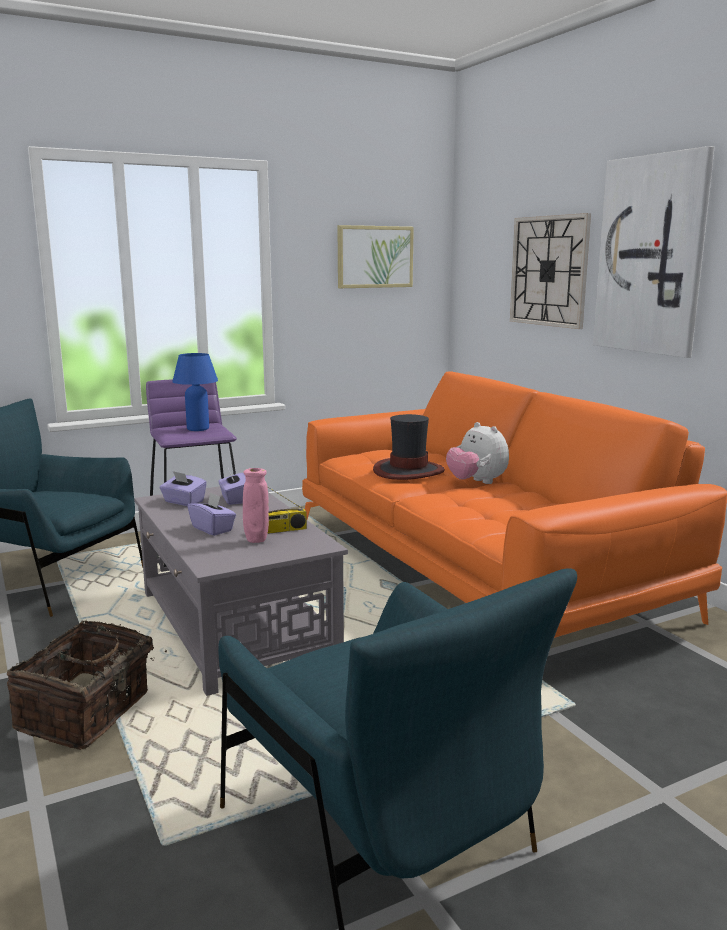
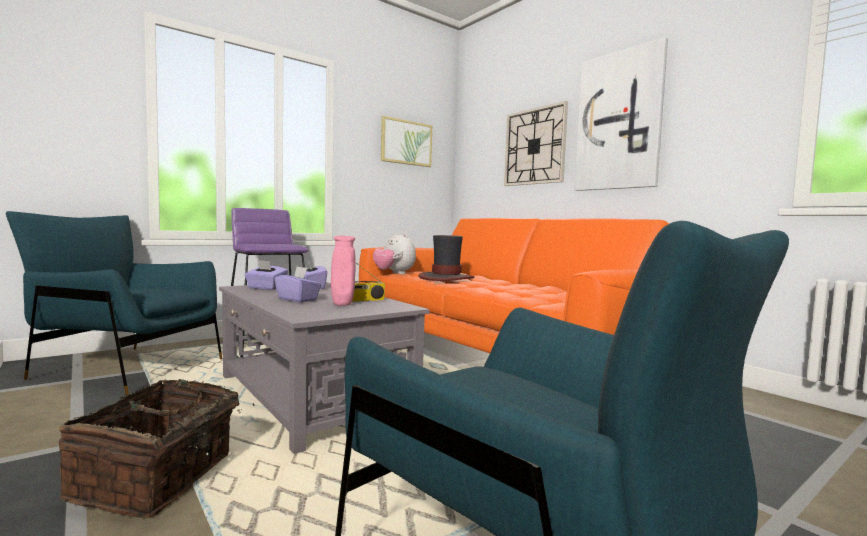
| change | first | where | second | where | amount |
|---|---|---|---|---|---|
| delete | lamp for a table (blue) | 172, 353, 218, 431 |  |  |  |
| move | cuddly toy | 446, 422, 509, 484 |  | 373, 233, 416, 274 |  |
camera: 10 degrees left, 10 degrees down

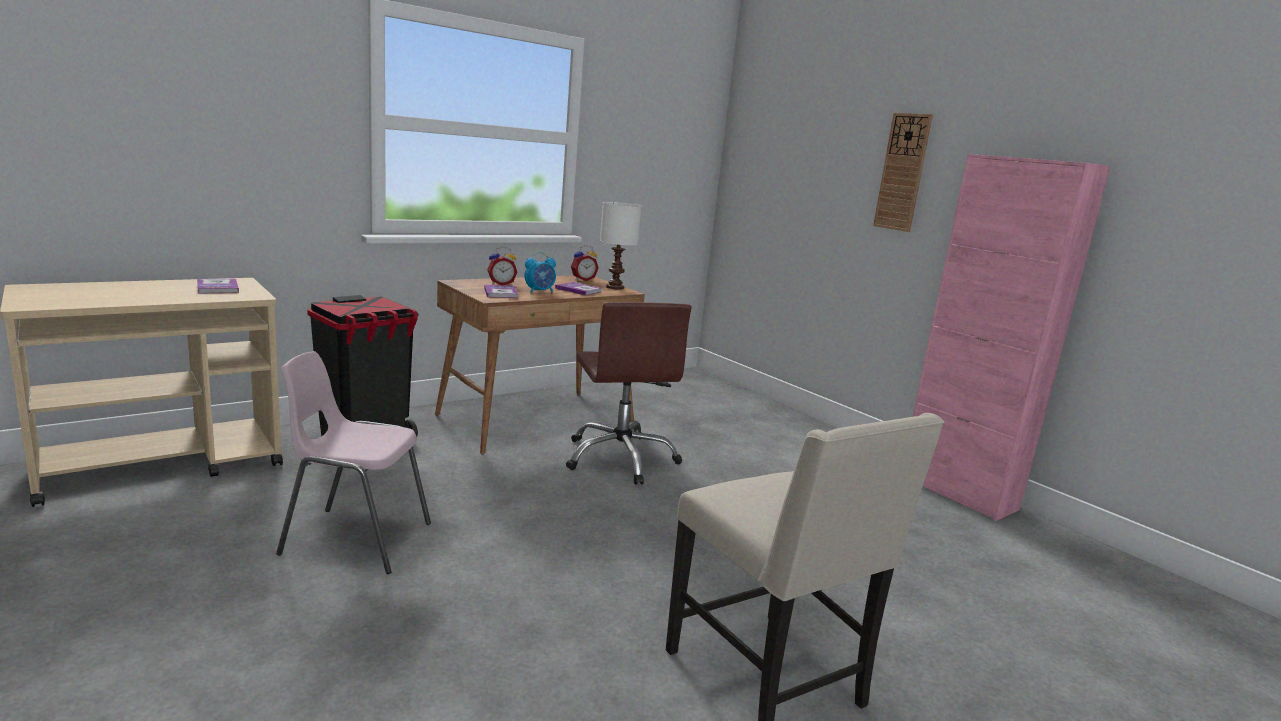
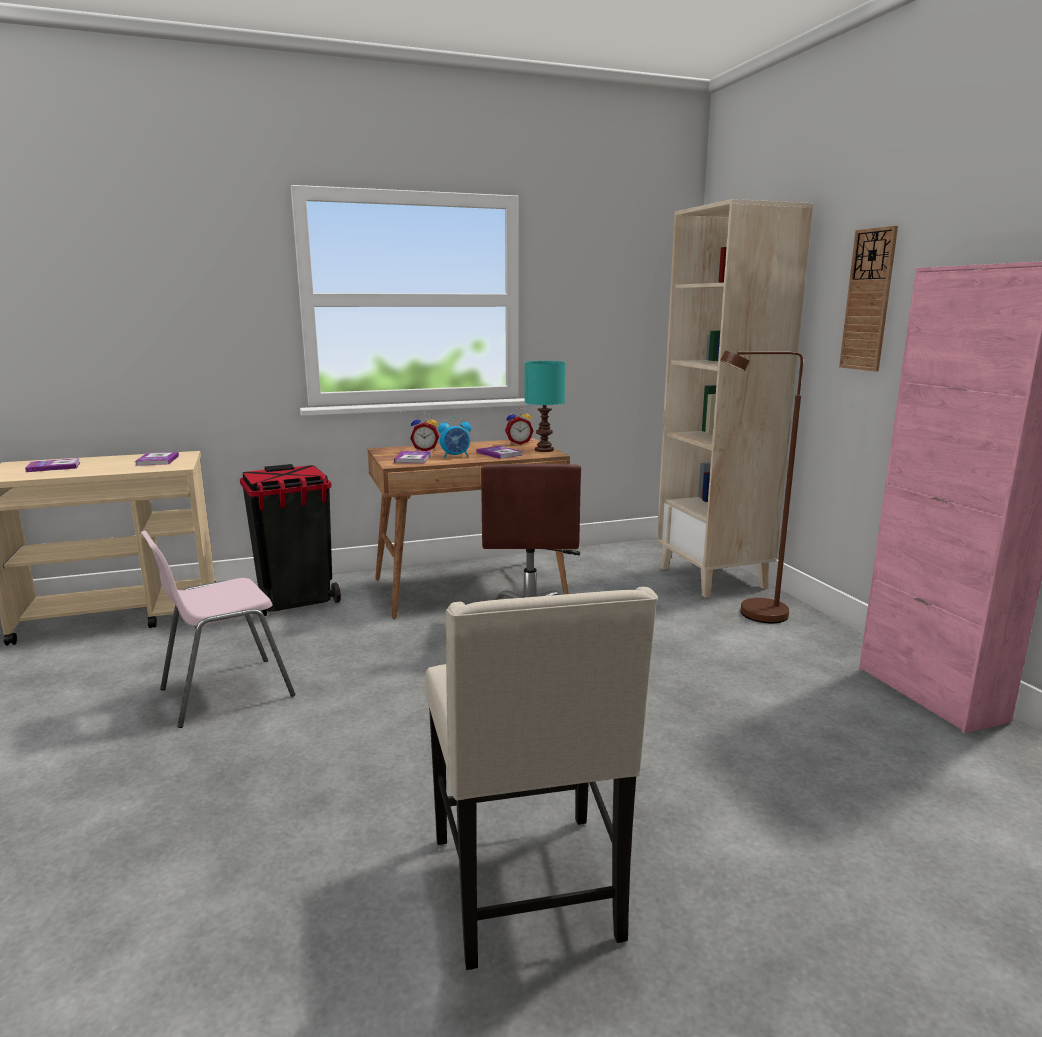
| change | first | where | second | where | amount |
|---|---|---|---|---|---|
| recolor | lamp for a table (white) | 600, 202, 641, 290 | lamp for a table (turquoise-coloured) | 525, 361, 565, 452 |  |
| rotate | plain chair (pinkish) | 276, 351, 431, 574 |  | 141, 531, 295, 728 | 60 degrees counterclockwise |
| insert |  |  | bookshelf (sand-coloured) | 657, 199, 813, 598 |  |
| insert |  |  | standard lamp (brown) | 720, 350, 803, 623 |  |
| insert |  |  | volume | 25, 458, 81, 472 |  |
camera: 20 degrees right, 0 degrees up

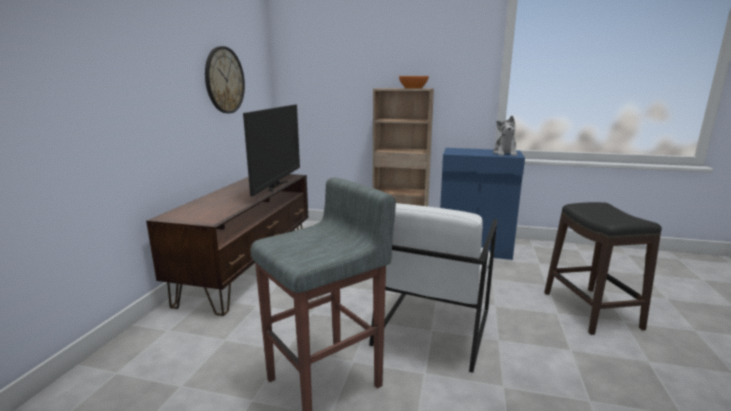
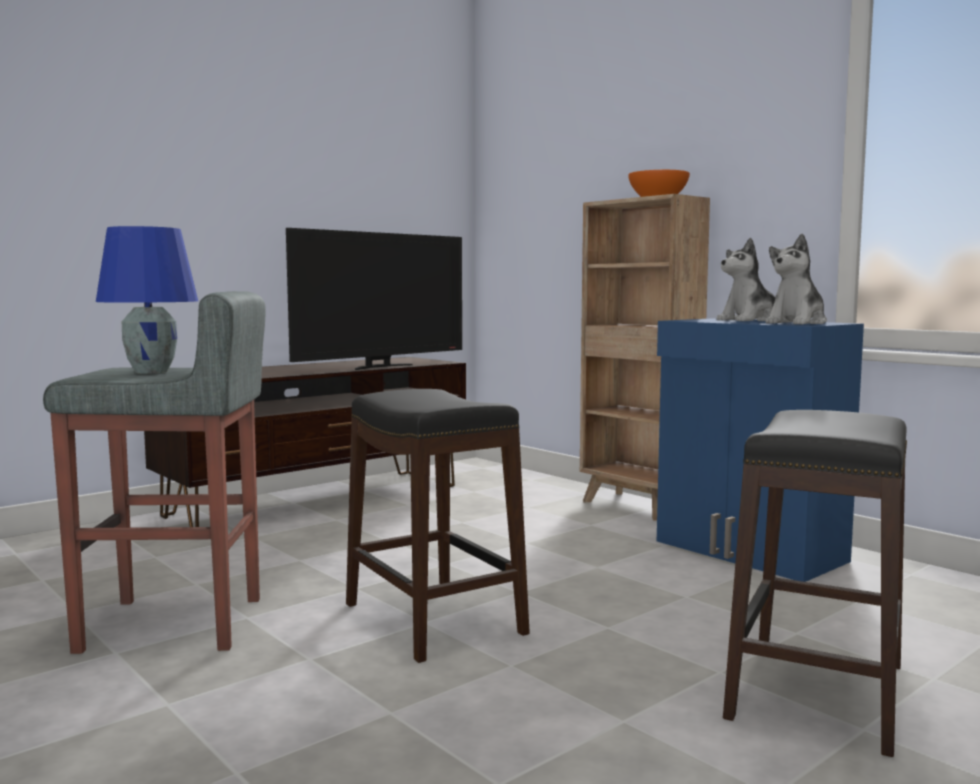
| change | first | where | second | where | amount |
|---|---|---|---|---|---|
| delete | wall clock | 205, 46, 245, 113 |  |  |  |
| replace | easy chair (white) | 369, 203, 497, 373 | stool (black) | 346, 389, 530, 663 |  |
| insert |  |  | lamp for a table (blue) | 96, 226, 198, 374 |  |
| insert |  |  | cuddly toy | 716, 238, 777, 321 |  |
camera: 35 degrees right, 10 degrees down

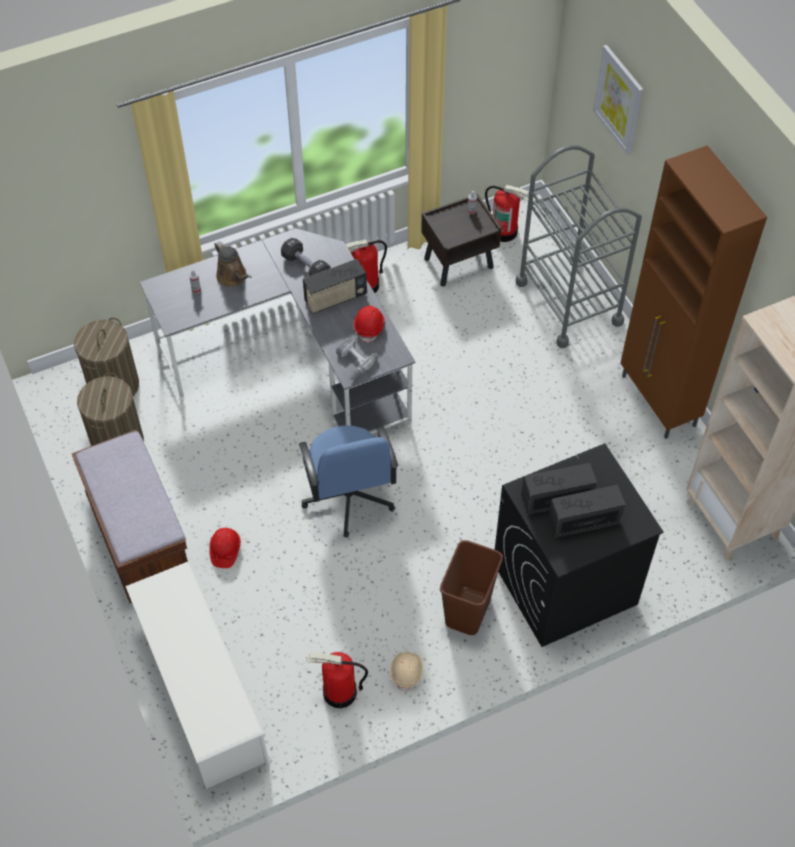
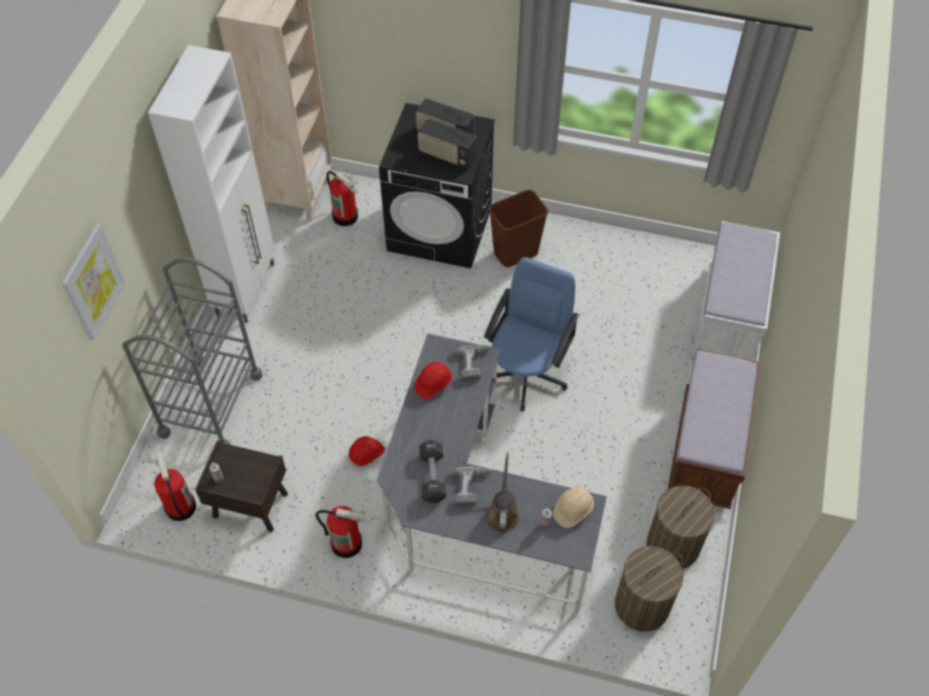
| change | first | where | second | where | amount |
|---|---|---|---|---|---|
| recolor | cupboard (brown) | 620, 145, 767, 439 | cupboard (white) | 148, 45, 275, 323 |  |
| delete | radio set | 303, 259, 367, 314 |  |  |  |
| move | work helmet (red-coloured) | 209, 528, 241, 568 |  | 349, 436, 385, 467 |  |
| replace | shoe stand (white) | 125, 561, 269, 789 | bench (white) | 694, 221, 780, 361 |  |
| move | extinguisher | 306, 652, 368, 708 |  | 326, 171, 358, 226 |  |
| move | work helmet (sand-coloured) | 390, 652, 423, 692 |  | 553, 487, 594, 528 |  |
| insert |  |  | power drill | 450, 467, 492, 507 |  |
camera: 140 degrees left, 0 degrees up

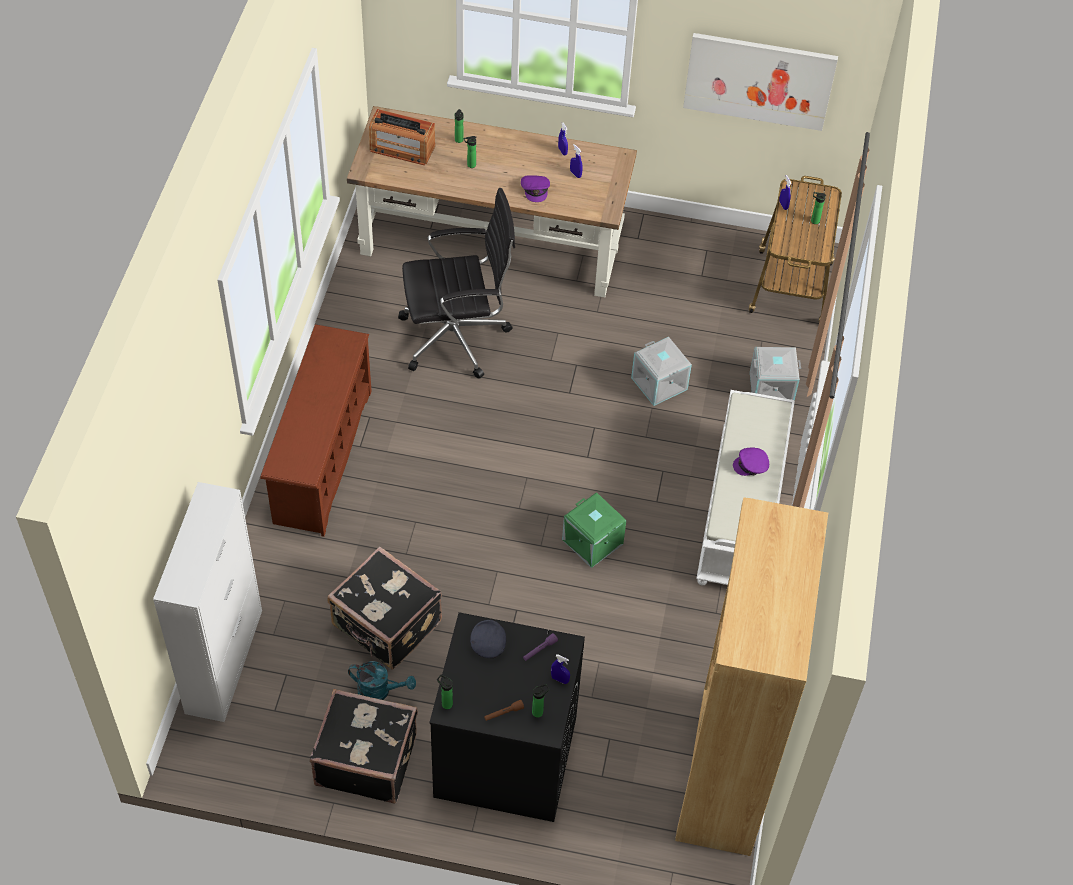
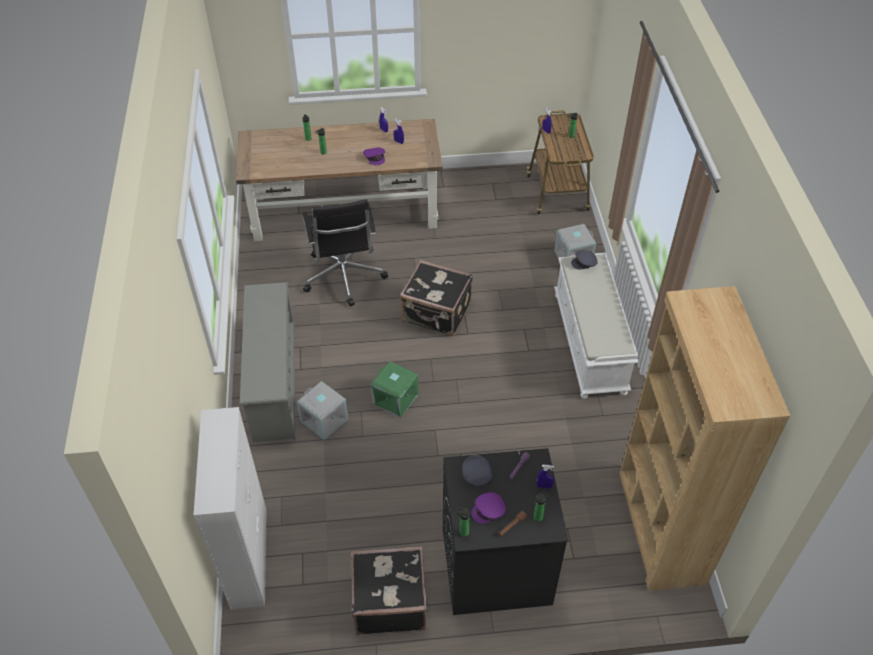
| change | first | where | second | where | amount |
|---|---|---|---|---|---|
| delete | wall picture | 683, 33, 838, 131 |  |  |  |
| delete | radio set | 369, 109, 435, 165 |  |  |  |
| rotate | desk chair (black) | 398, 188, 515, 379 |  | 302, 199, 388, 306 | 105 degrees clockwise |
| recolor | shoe stand (brown) | 260, 324, 372, 537 | shoe stand (grey) | 240, 282, 296, 442 |  |
| move | storage container (grey) | 631, 337, 692, 406 |  | 297, 381, 348, 440 |  |
| move | baseball cap (purplish) | 733, 447, 769, 476 |  | 471, 492, 506, 524 |  |
| move | storage container (greenish) | 562, 492, 626, 568 |  | 371, 361, 418, 418 |  |
| move | piece of luggage (black) | 327, 546, 442, 670 |  | 400, 260, 473, 336 |  |
| delete | sprinkling can (turquoise-coloured) | 348, 661, 416, 700 |  |  |  |
| insert |  |  | baseball cap (grey) | 571, 250, 598, 270 |  |
camera: 15 degrees left, 5 degrees down

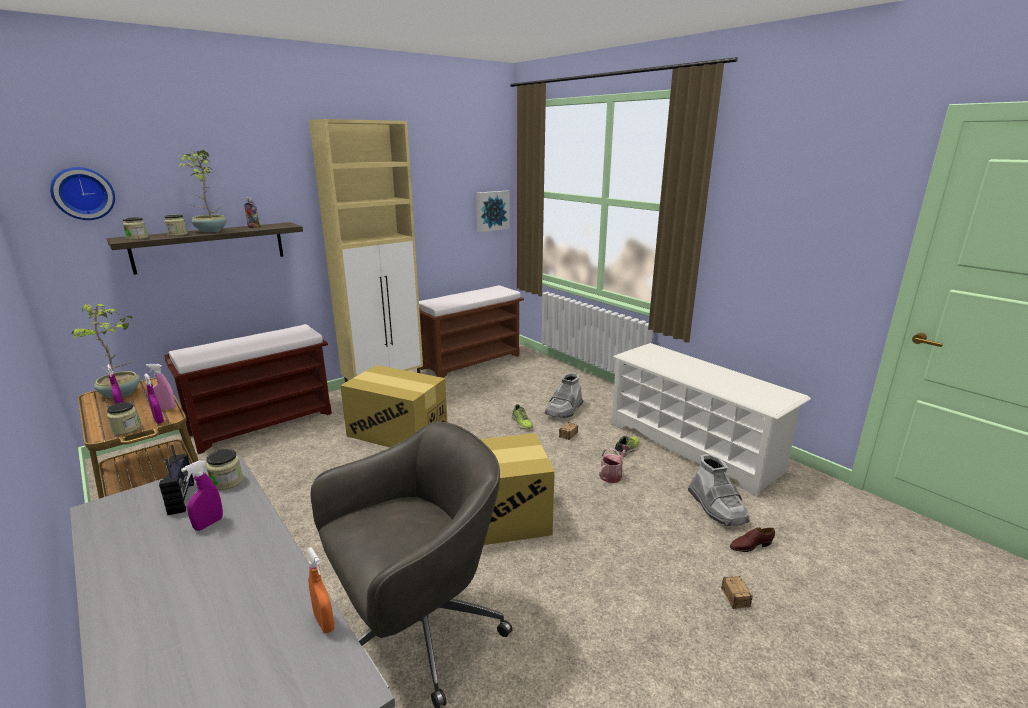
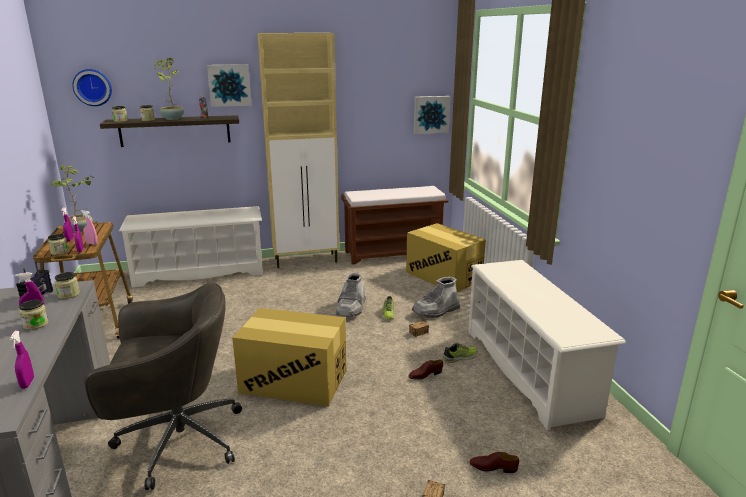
| change | first | where | second | where | amount |
|---|---|---|---|---|---|
| replace | bench (brown) | 164, 324, 332, 454 | shoe stand (white) | 118, 206, 263, 288 |  |
| move | packing box | 340, 365, 447, 447 |  | 406, 223, 486, 292 |  |
| replace | sprinkling can | 599, 444, 631, 483 | item of footwear (brown) | 408, 359, 443, 380 |  |
| move | tall boot (grey) | 688, 454, 750, 526 |  | 336, 272, 366, 317 |  |
| recolor | spray bottle (orangey) | 307, 547, 335, 633 | spray bottle (purplish) | 10, 331, 34, 389 |  |
| insert |  |  | wall picture | 207, 64, 252, 107 |  |
| insert |  |  | storage jar | 19, 299, 49, 330 |  |
camera: 25 degrees right, 0 degrees up

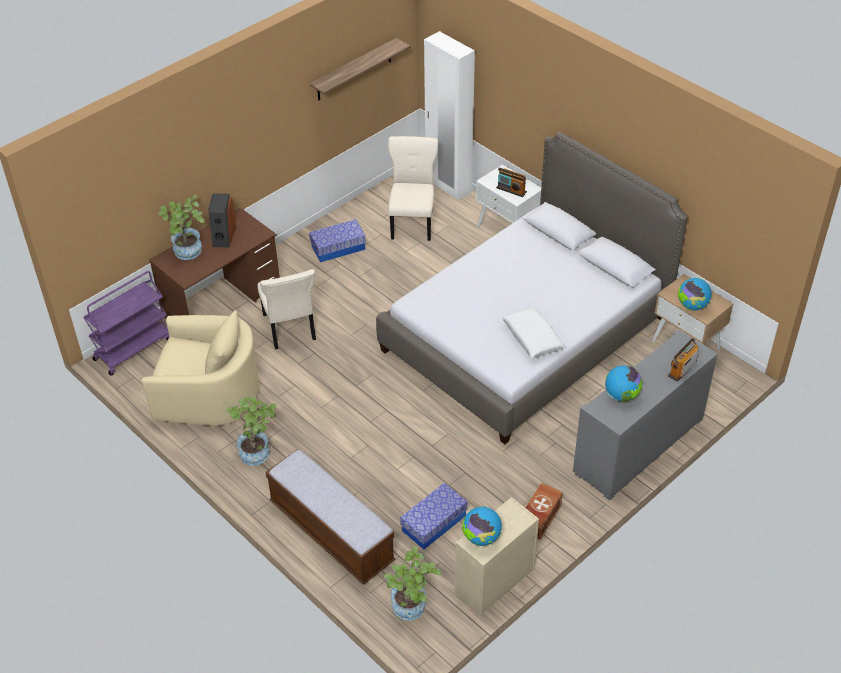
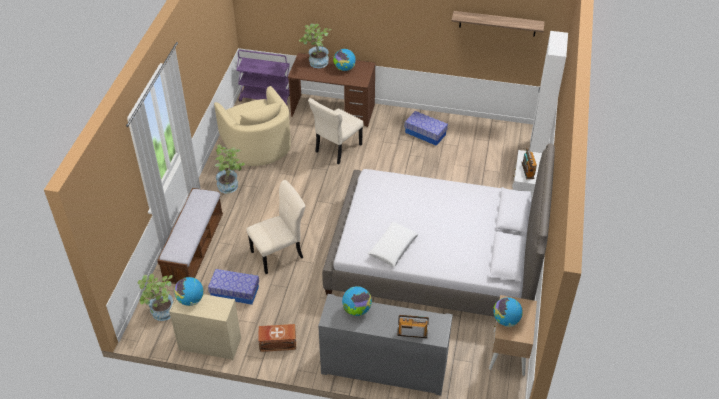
| change | first | where | second | where | amount |
|---|---|---|---|---|---|
| move | plain chair (sand-coloured) | 388, 136, 438, 241 |  | 247, 180, 305, 274 |  |
| replace | loudspeaker | 208, 194, 236, 247 | world globe | 333, 49, 356, 71 |  |
camera: 55 degrees right, 0 degrees up

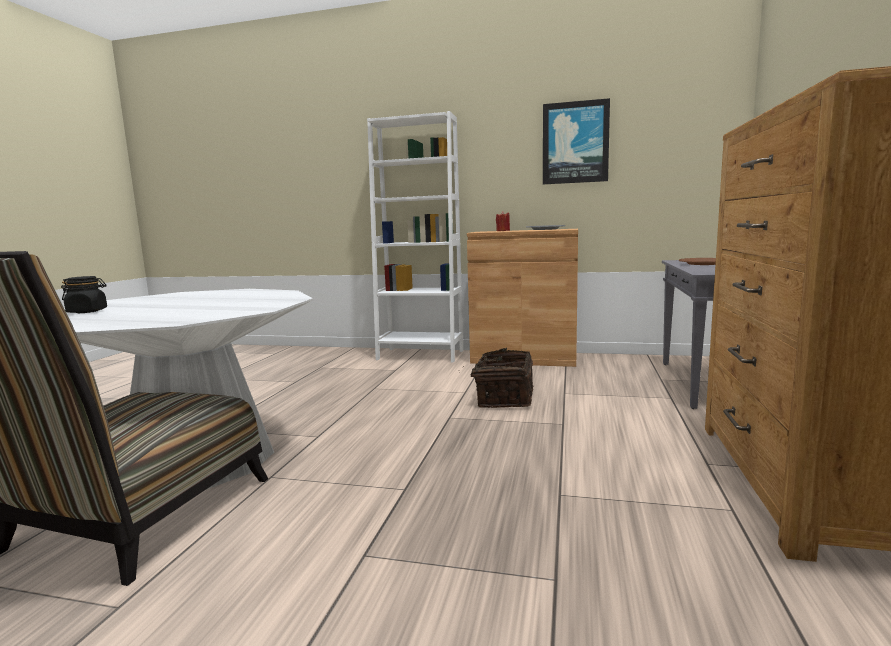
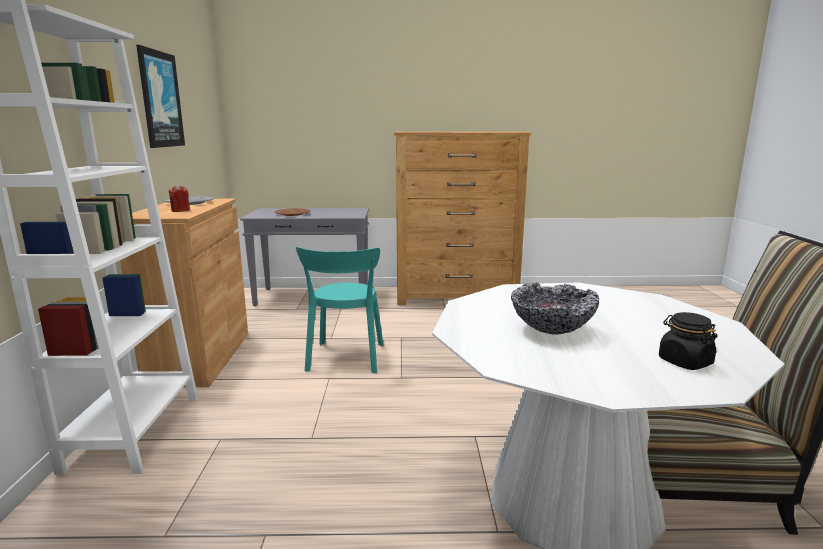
| change | first | where | second | where | amount |
|---|---|---|---|---|---|
| replace | household basket | 463, 348, 533, 408 | plain chair (turquoise-coloured) | 296, 247, 384, 373 |  |
| insert |  |  | deep dish | 511, 282, 599, 335 |  |
camera: 105 degrees left, 5 degrees up

